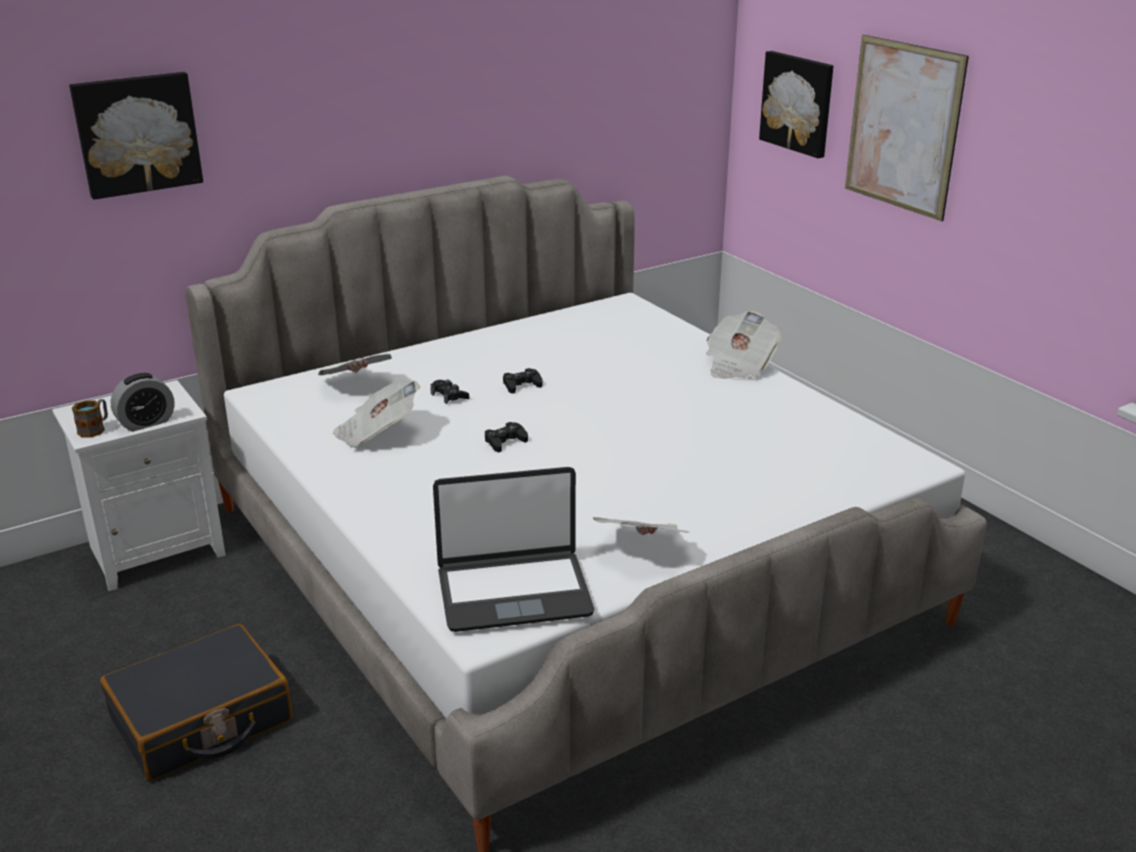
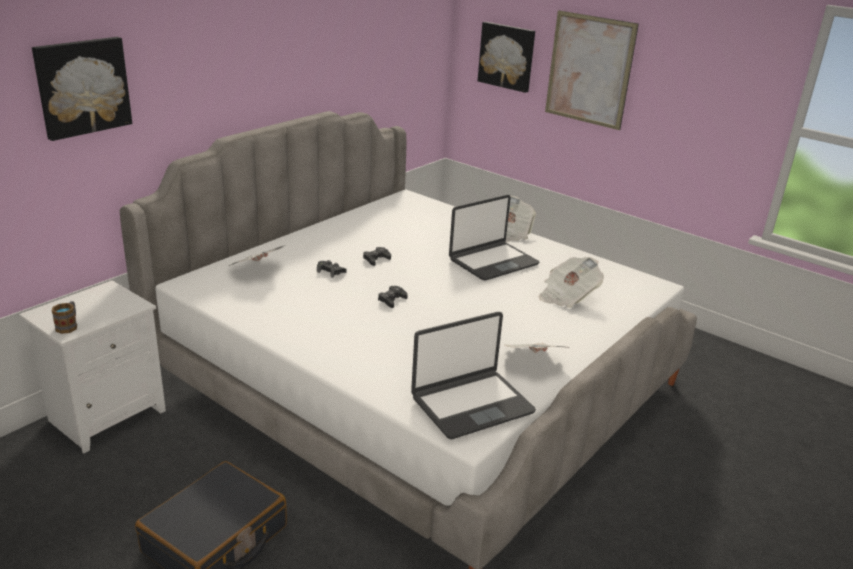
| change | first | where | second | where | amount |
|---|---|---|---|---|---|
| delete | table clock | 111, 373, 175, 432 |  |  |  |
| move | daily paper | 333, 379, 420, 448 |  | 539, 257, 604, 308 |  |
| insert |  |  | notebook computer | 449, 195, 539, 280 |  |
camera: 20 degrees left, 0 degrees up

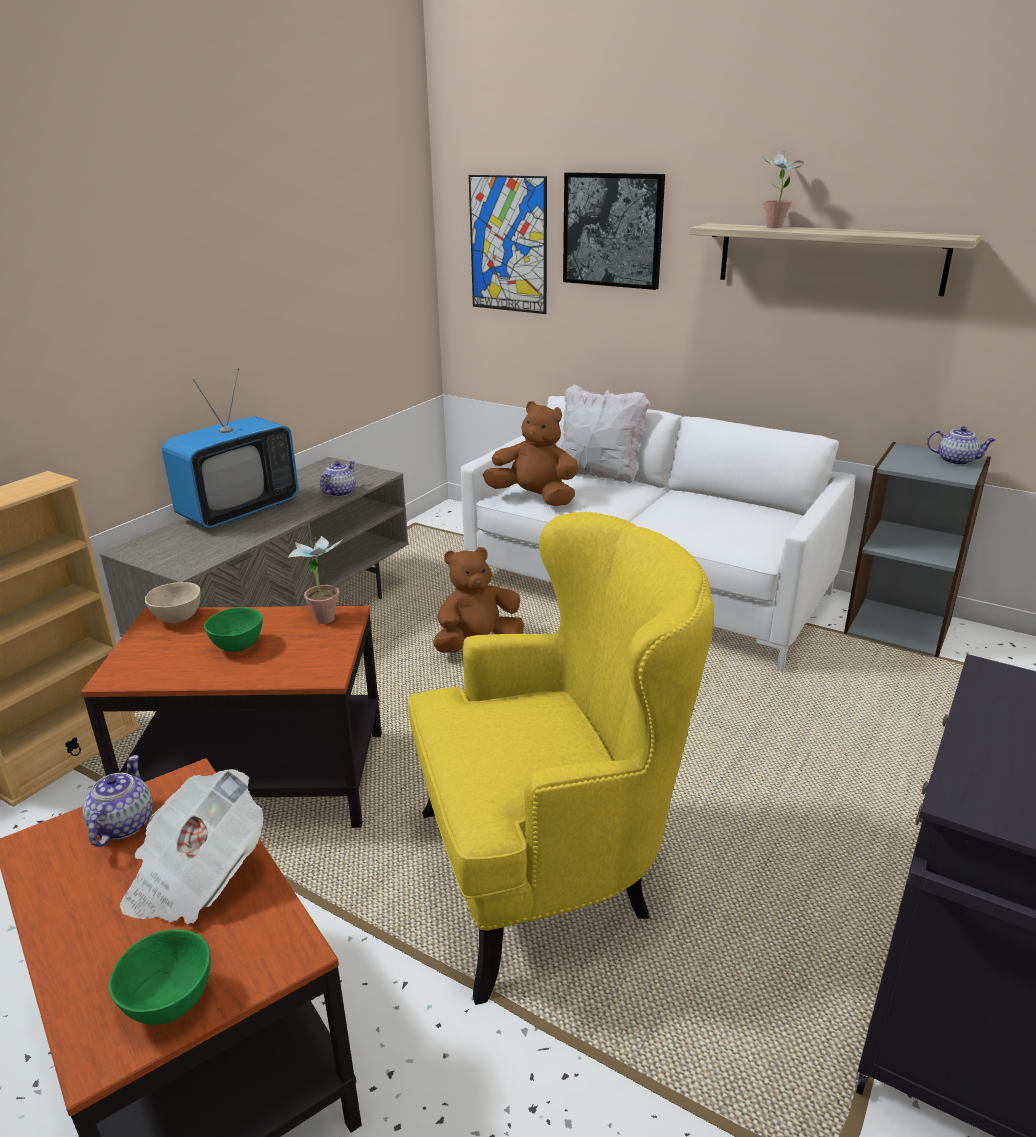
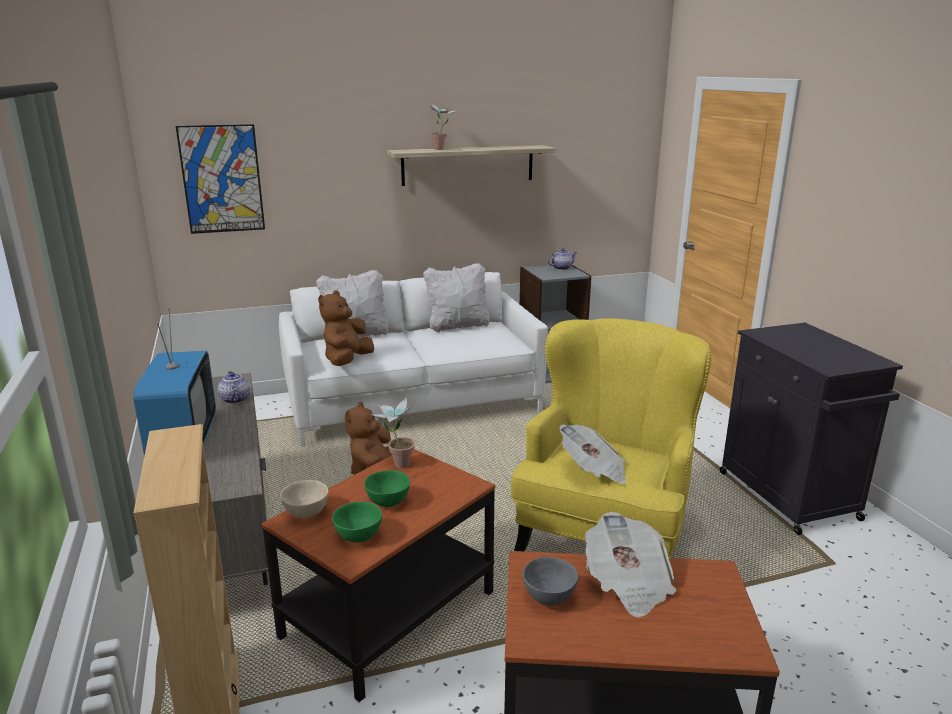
| change | first | where | second | where | amount |
|---|---|---|---|---|---|
| delete | wall picture | 563, 172, 665, 290 |  |  |  |
| rotate | cuddly toy (brown) | 483, 401, 579, 506 |  | 318, 291, 374, 366 | 45 degrees counterclockwise |
| replace | teapot | 83, 755, 153, 847 | deep dish (grey) | 522, 557, 578, 606 |  |
| move | deep dish (greenish) | 109, 929, 211, 1025 |  | 332, 501, 382, 542 |  |
| insert |  |  | cushion (white) | 423, 263, 490, 333 |  |
| insert |  |  | daily paper | 559, 425, 626, 484 |  |
camera: 50 degrees left, 5 degrees down

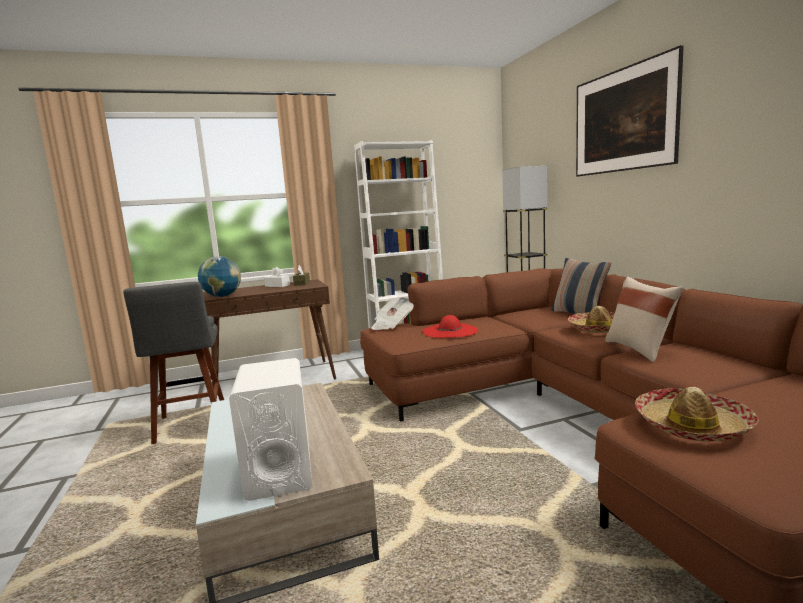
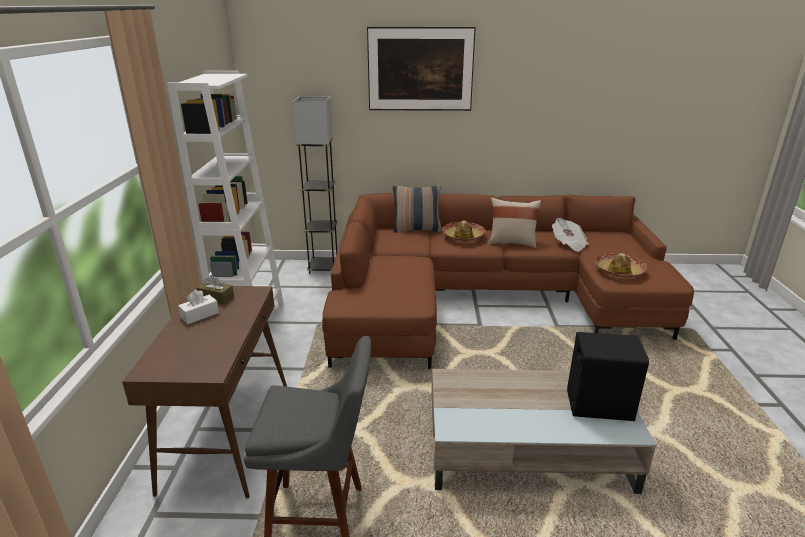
| change | first | where | second | where | amount |
|---|---|---|---|---|---|
| delete | world globe | 198, 256, 241, 297 |  |  |  |
| move | daily paper | 371, 297, 414, 330 |  | 552, 218, 589, 252 |  |
| delete | hat (red-coloured) | 422, 315, 478, 338 |  |  |  |
| recolor | loudspeaker (white) | 229, 358, 312, 501 | loudspeaker (black) | 567, 332, 649, 421 |  |
camera: 70 degrees left, 15 degrees up

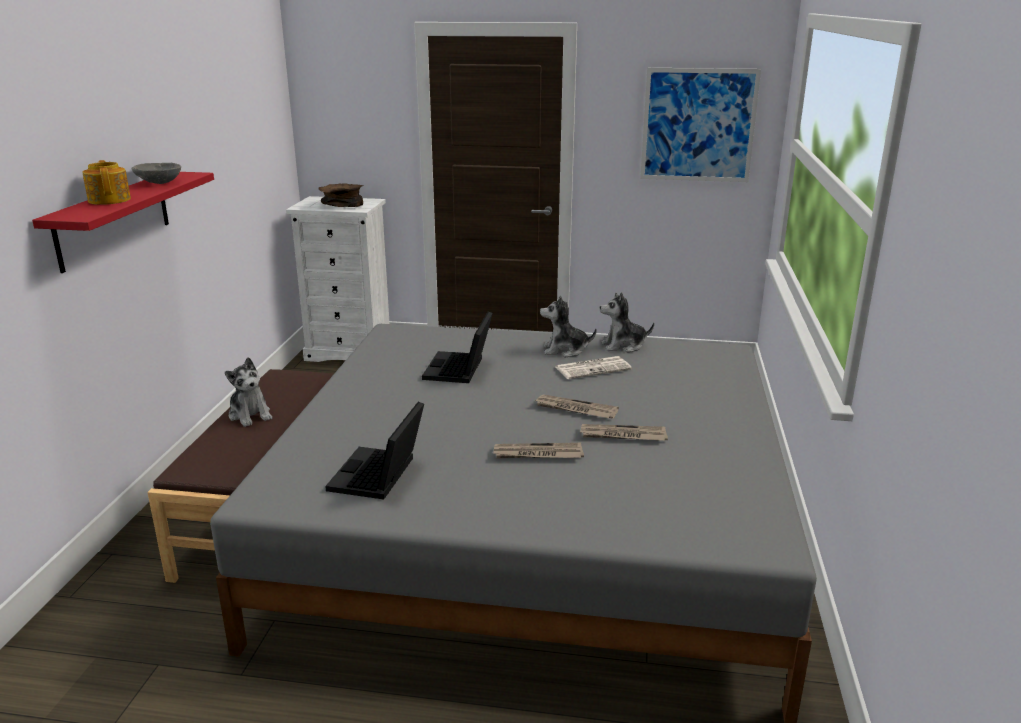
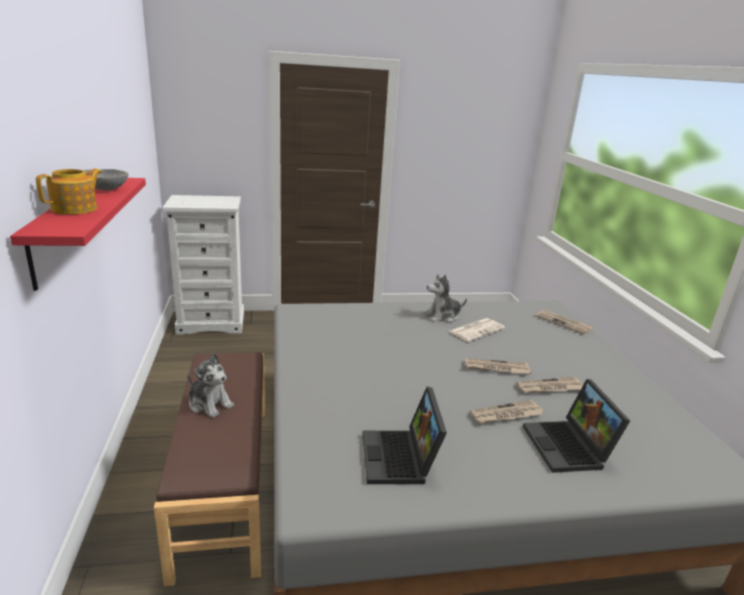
| change | first | where | second | where | amount |
|---|---|---|---|---|---|
| delete | wall picture | 640, 68, 761, 182 |  |  |  |
| rotate | teapot | 82, 160, 131, 205 |  | 36, 168, 102, 215 | 75 degrees clockwise |
| delete | deep dish (brown) | 318, 183, 364, 207 |  |  |  |
| delete | cuddly toy | 600, 292, 654, 353 |  |  |  |
| move | notebook computer | 422, 312, 493, 383 |  | 523, 379, 630, 473 |  |
| insert |  |  | daily paper | 535, 310, 594, 335 |  |
camera: 20 degrees left, 0 degrees up

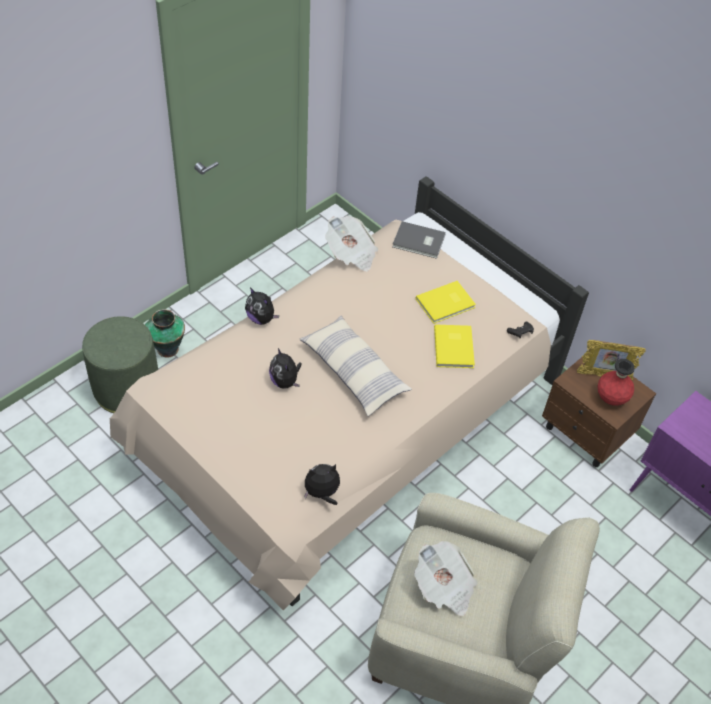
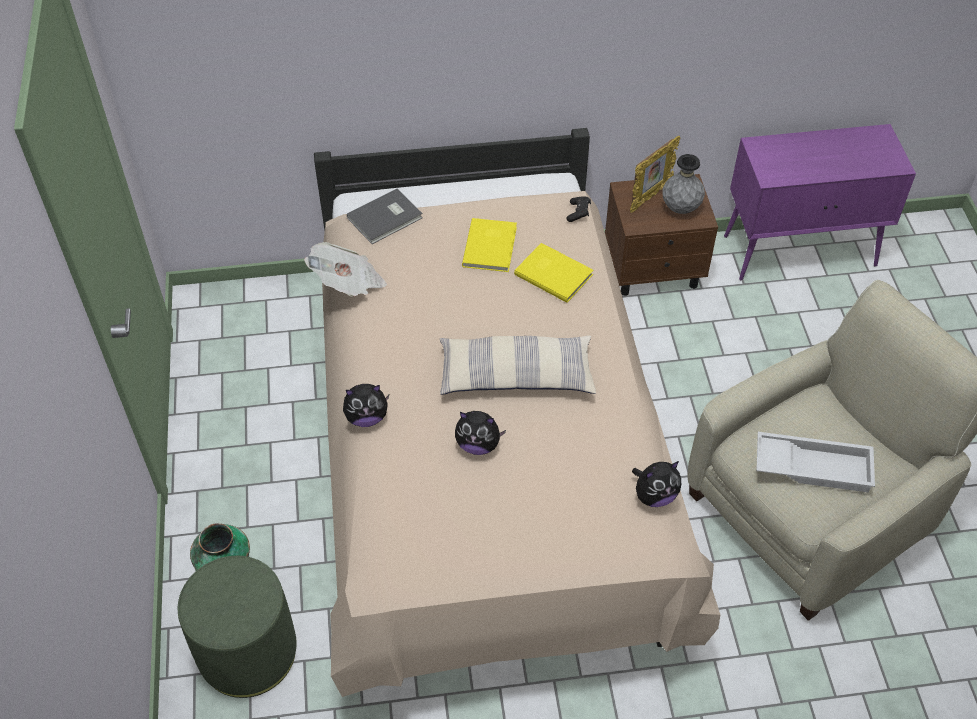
| change | first | where | second | where | amount |
|---|---|---|---|---|---|
| recolor | vase (red-coloured) | 597, 359, 635, 406 | vase (grey) | 662, 154, 705, 214 |  |
| rotate | cuddly toy | 304, 464, 340, 505 |  | 632, 461, 681, 507 | 135 degrees counterclockwise |
| replace | daily paper | 414, 541, 478, 616 | tray (white) | 756, 432, 875, 492 |  |
camera: 50 degrees left, 0 degrees up

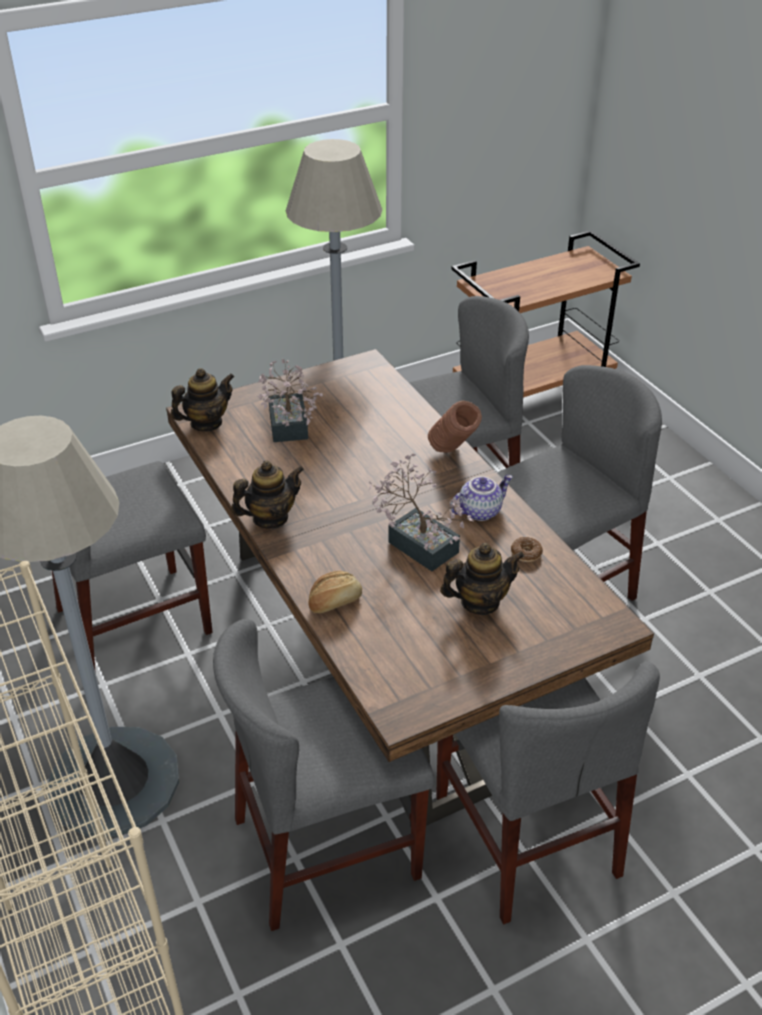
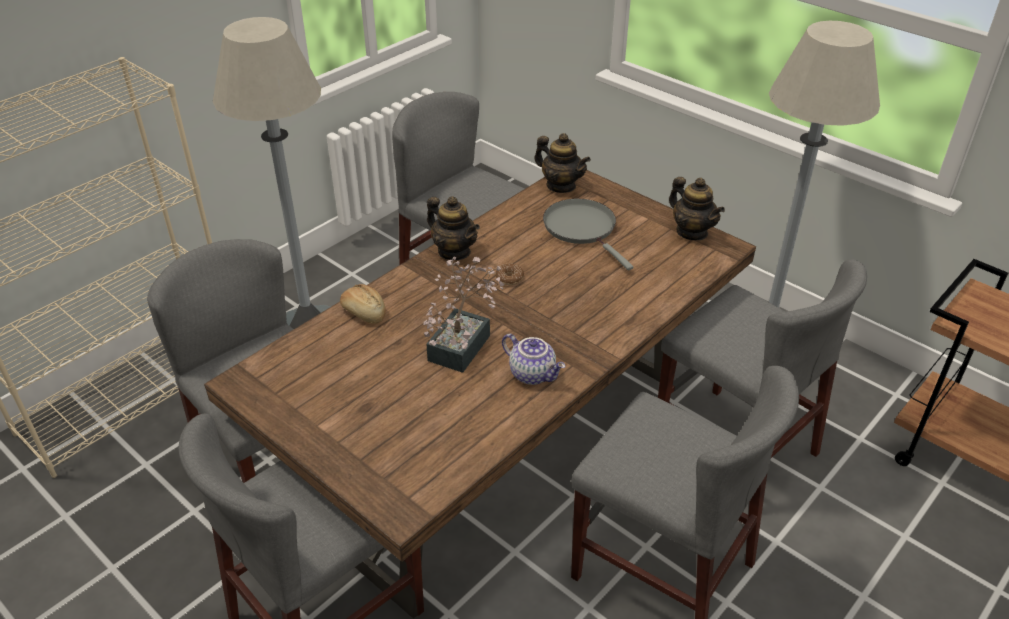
| change | first | where | second | where | amount |
|---|---|---|---|---|---|
| replace | potted plant | 257, 359, 323, 442 | pan (grey) | 543, 199, 633, 270 |  |
| delete | vase (brown) | 428, 401, 482, 453 |  |  |  |
| move | ring doughnut | 511, 537, 543, 562 |  | 495, 264, 524, 285 |  |
| move | teapot | 440, 543, 525, 615 |  | 669, 177, 725, 240 |  |
camera: 70 degrees right, 0 degrees up

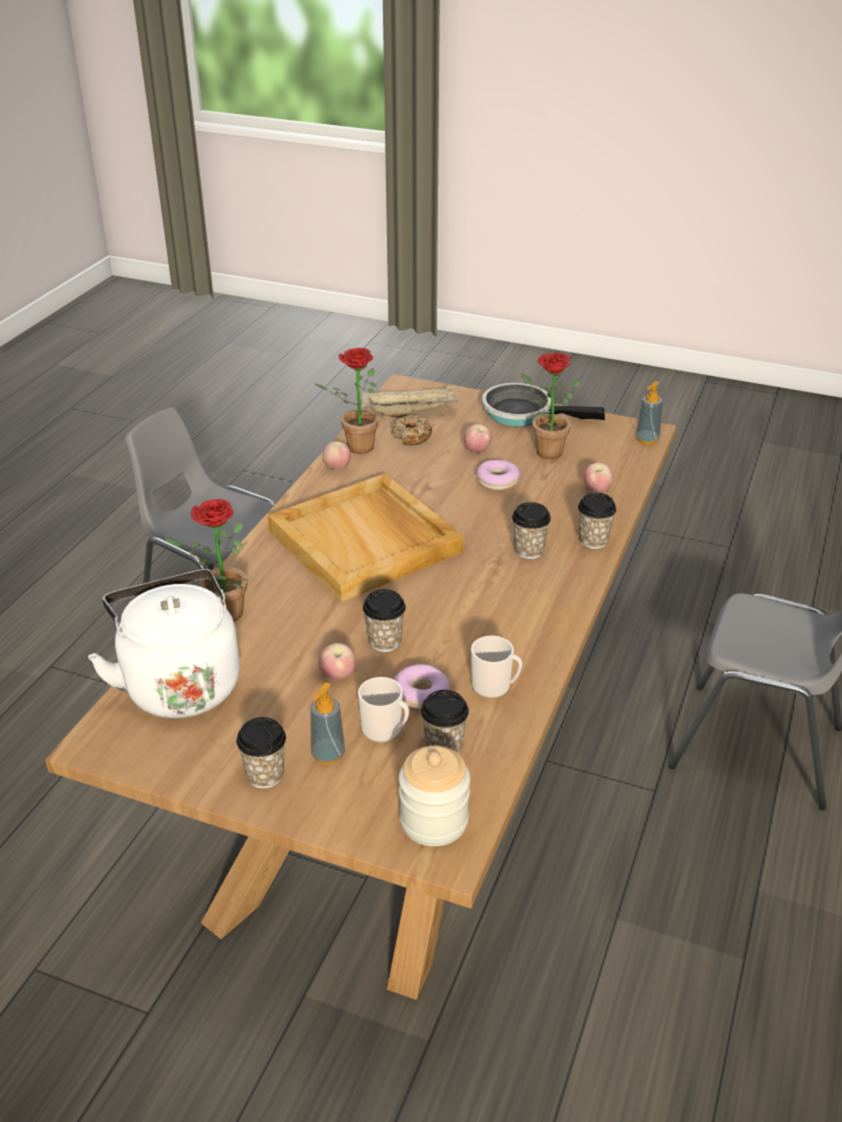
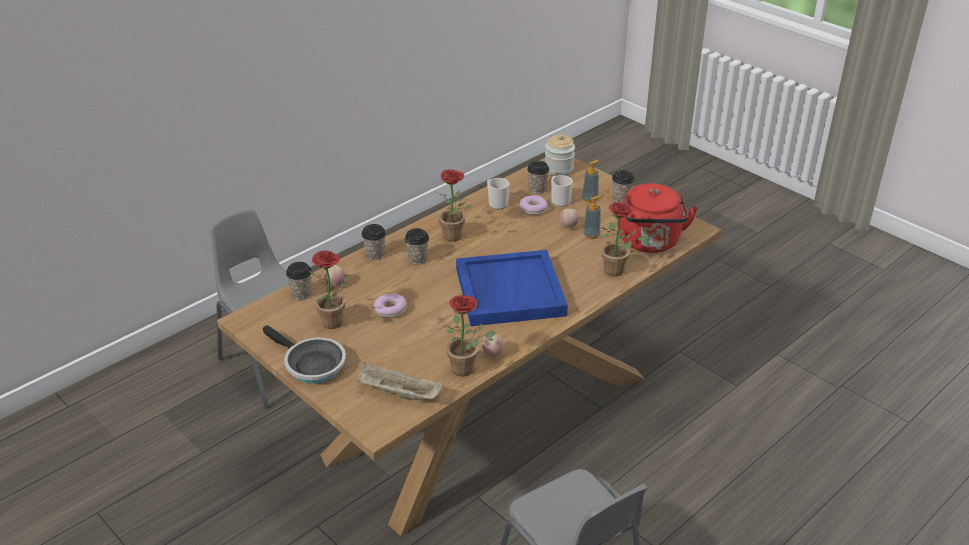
| change | first | where | second | where | amount |
|---|---|---|---|---|---|
| move | liquid soap bottle | 636, 381, 663, 445 |  | 583, 195, 602, 239 |  |
| delete | ring doughnut | 391, 415, 432, 446 |  |  |  |
| delete | apple | 464, 424, 492, 453 |  |  |  |
| recolor | tray (sand-coloured) | 268, 473, 464, 602 | tray (blue) | 456, 250, 568, 326 |  |
| recolor | kettle (white) | 88, 569, 240, 718 | kettle (red-coloured) | 620, 183, 698, 253 |  |
| move | drinking cup | 363, 589, 406, 652 |  | 286, 262, 312, 300 |  |
| insert |  |  | potted plant | 434, 169, 472, 242 |  |
camera: 155 degrees left, 0 degrees up

